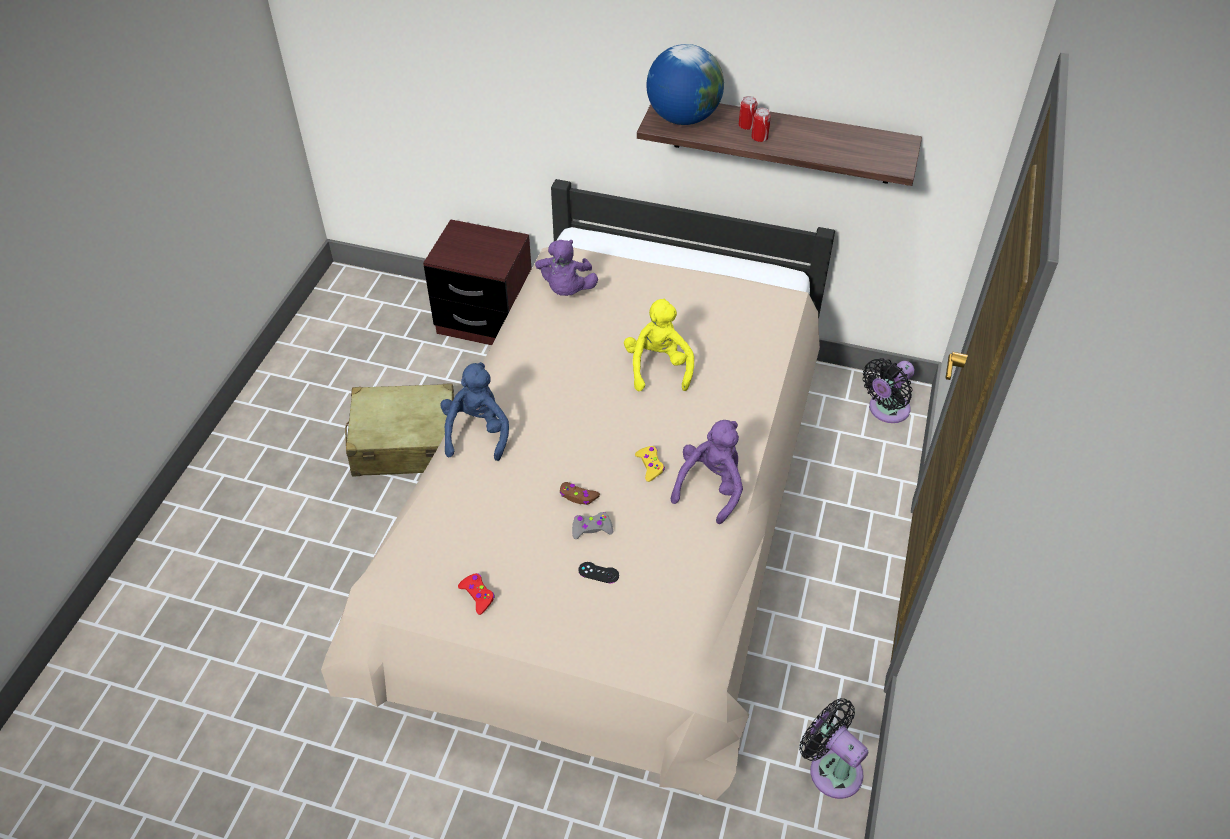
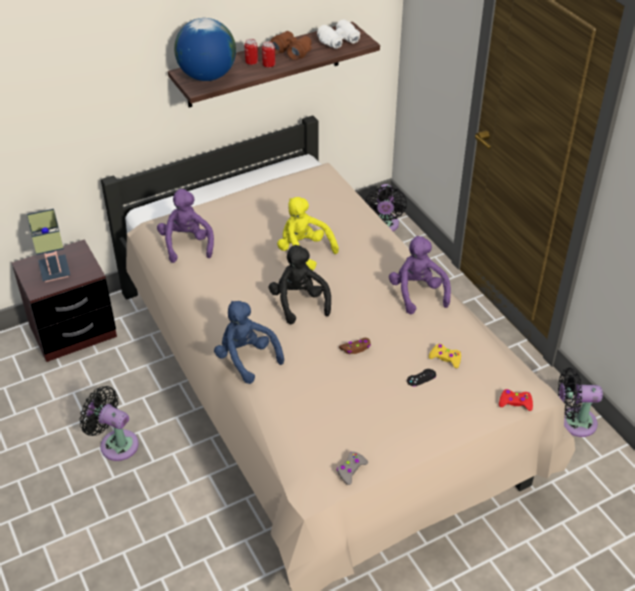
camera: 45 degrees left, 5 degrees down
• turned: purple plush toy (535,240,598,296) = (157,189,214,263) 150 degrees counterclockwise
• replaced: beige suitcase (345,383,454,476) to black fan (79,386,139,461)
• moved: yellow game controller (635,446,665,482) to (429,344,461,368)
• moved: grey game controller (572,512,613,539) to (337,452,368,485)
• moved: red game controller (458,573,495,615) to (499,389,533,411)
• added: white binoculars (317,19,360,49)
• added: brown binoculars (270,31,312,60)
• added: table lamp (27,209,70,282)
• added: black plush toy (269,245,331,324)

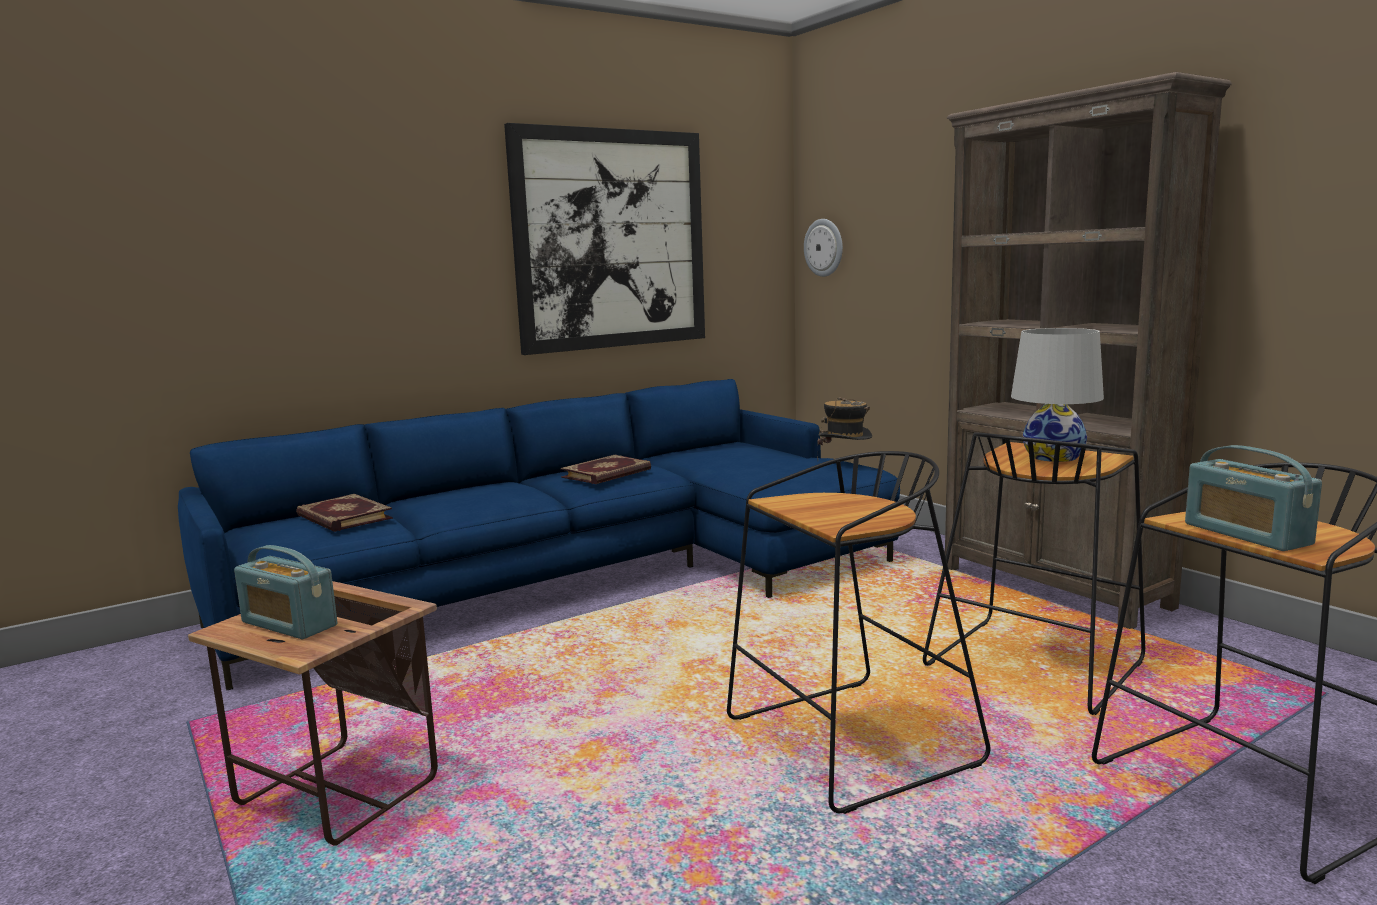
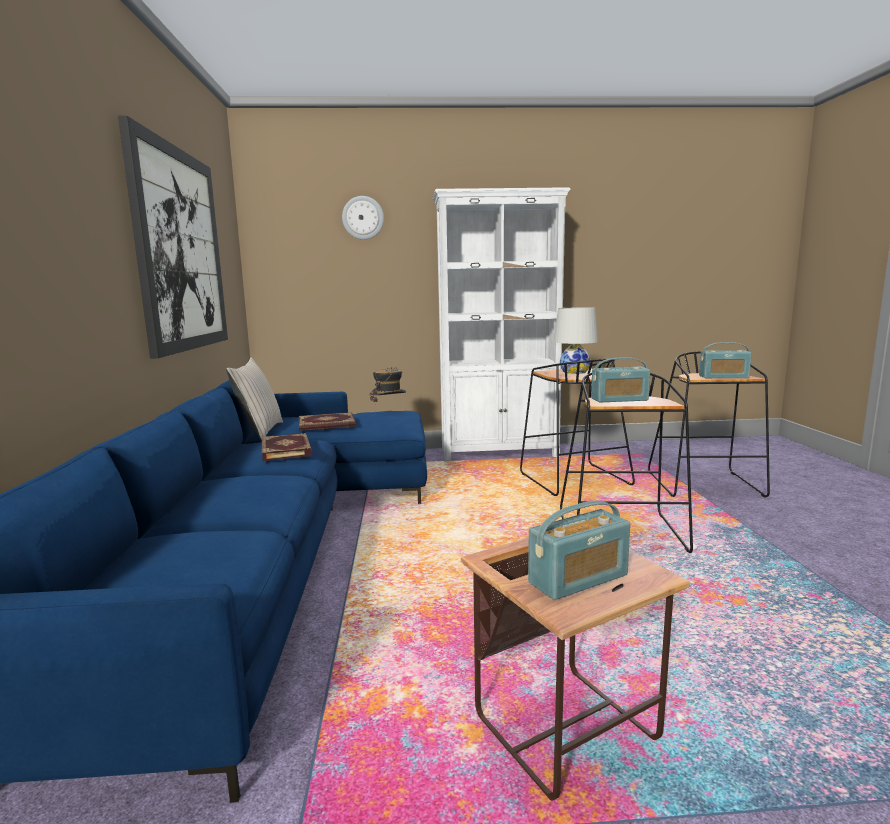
camera: 60 degrees left, 0 degrees up
• recoloured: brown bookcase (944,72,1232,629) to white bookcase (433,187,571,461)
• moved: wall clock (804,219,843,277) to (342,196,384,240)
• moved: book (296,494,393,532) to (299,412,356,431)
• added: beige pillow (226,357,283,441)
• added: radio (591,357,650,403)

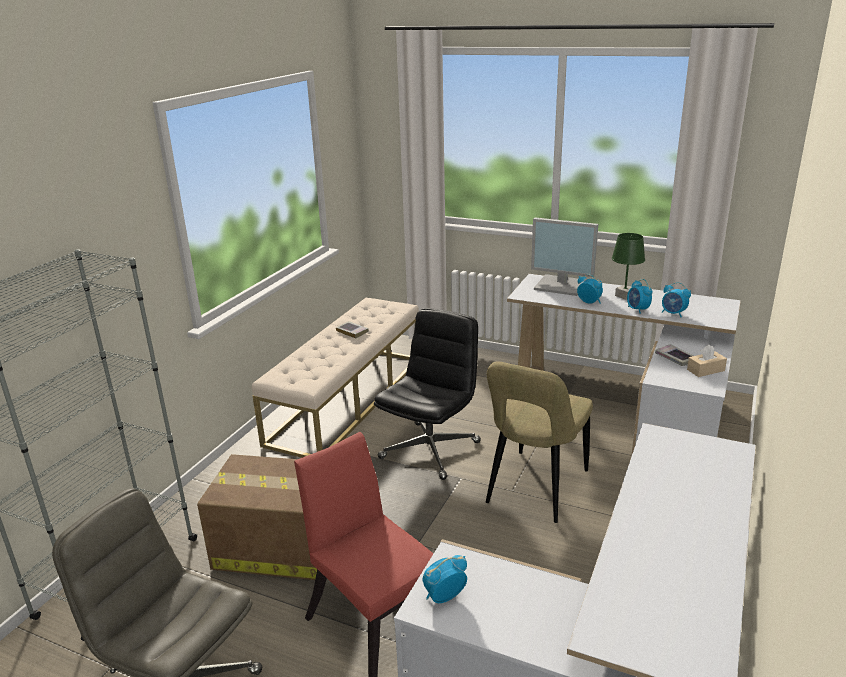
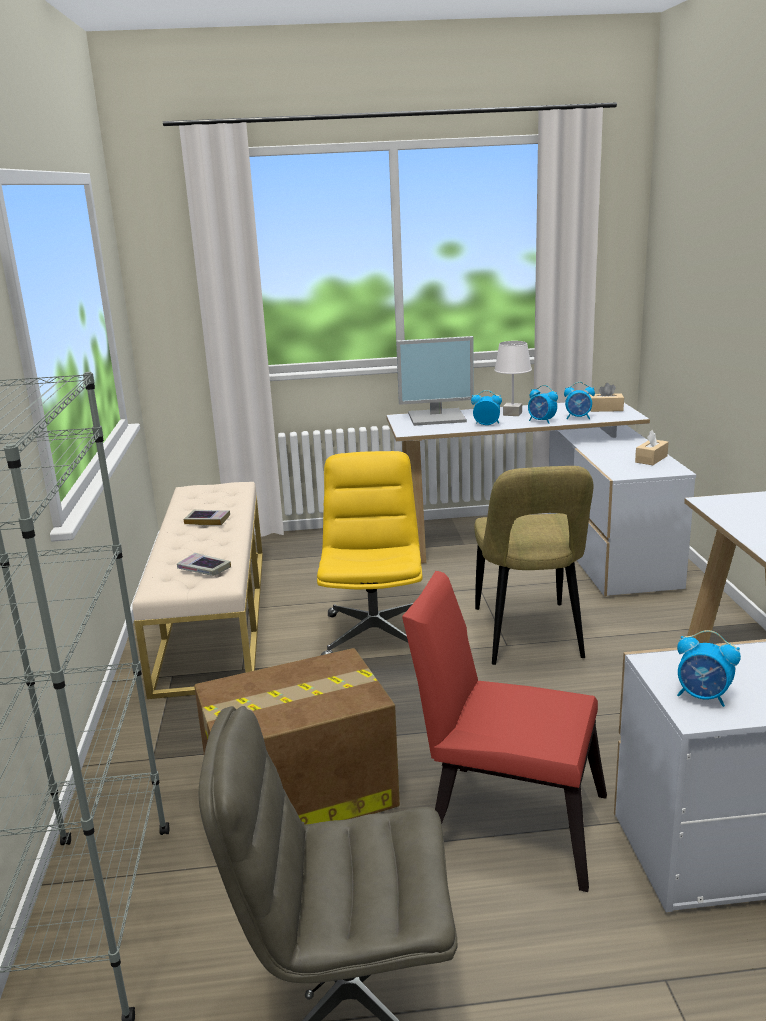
camera: 30 degrees left, 5 degrees down
• recoloured: green table lamp (612,233,645,300) to white table lamp (494,341,532,416)
• recoloured: black office chair (374,308,481,480) to yellow office chair (317,451,423,655)
• moved: book (655,344,693,366) to (177,553,231,576)
• turned: alarm clock (423,555,467,603) = (677,630,741,707) 90 degrees counterclockwise
• added: beige tissue box (589,383,624,412)

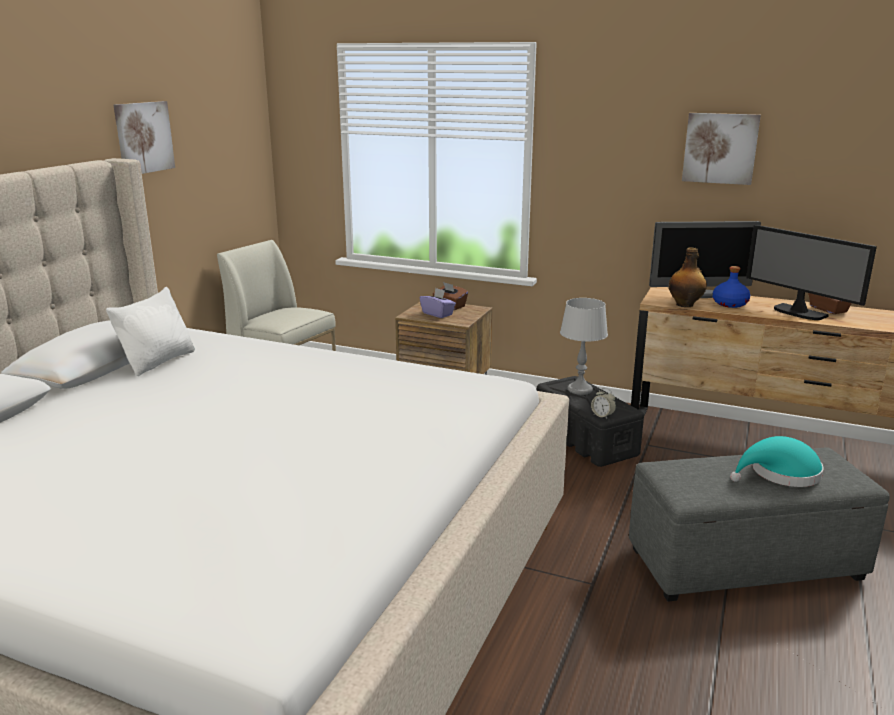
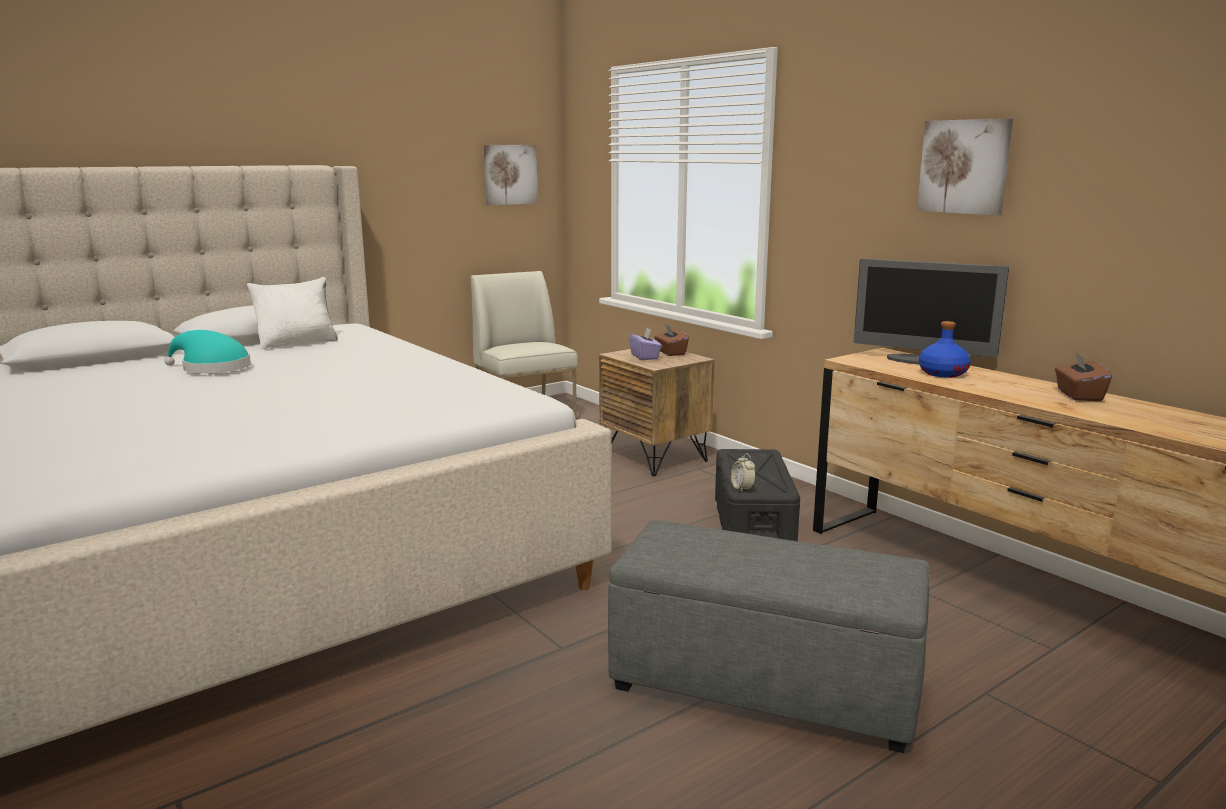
camera: 30 degrees right, 5 degrees down
• moved: picture (114,101,175,174) to (484,145,538,205)
• removed: monitor (746,225,877,320)
• removed: bottle (669,247,707,307)
• removed: grey table lamp (560,298,608,395)
• moved: turquoise hat (730,436,824,487) to (164,330,251,374)

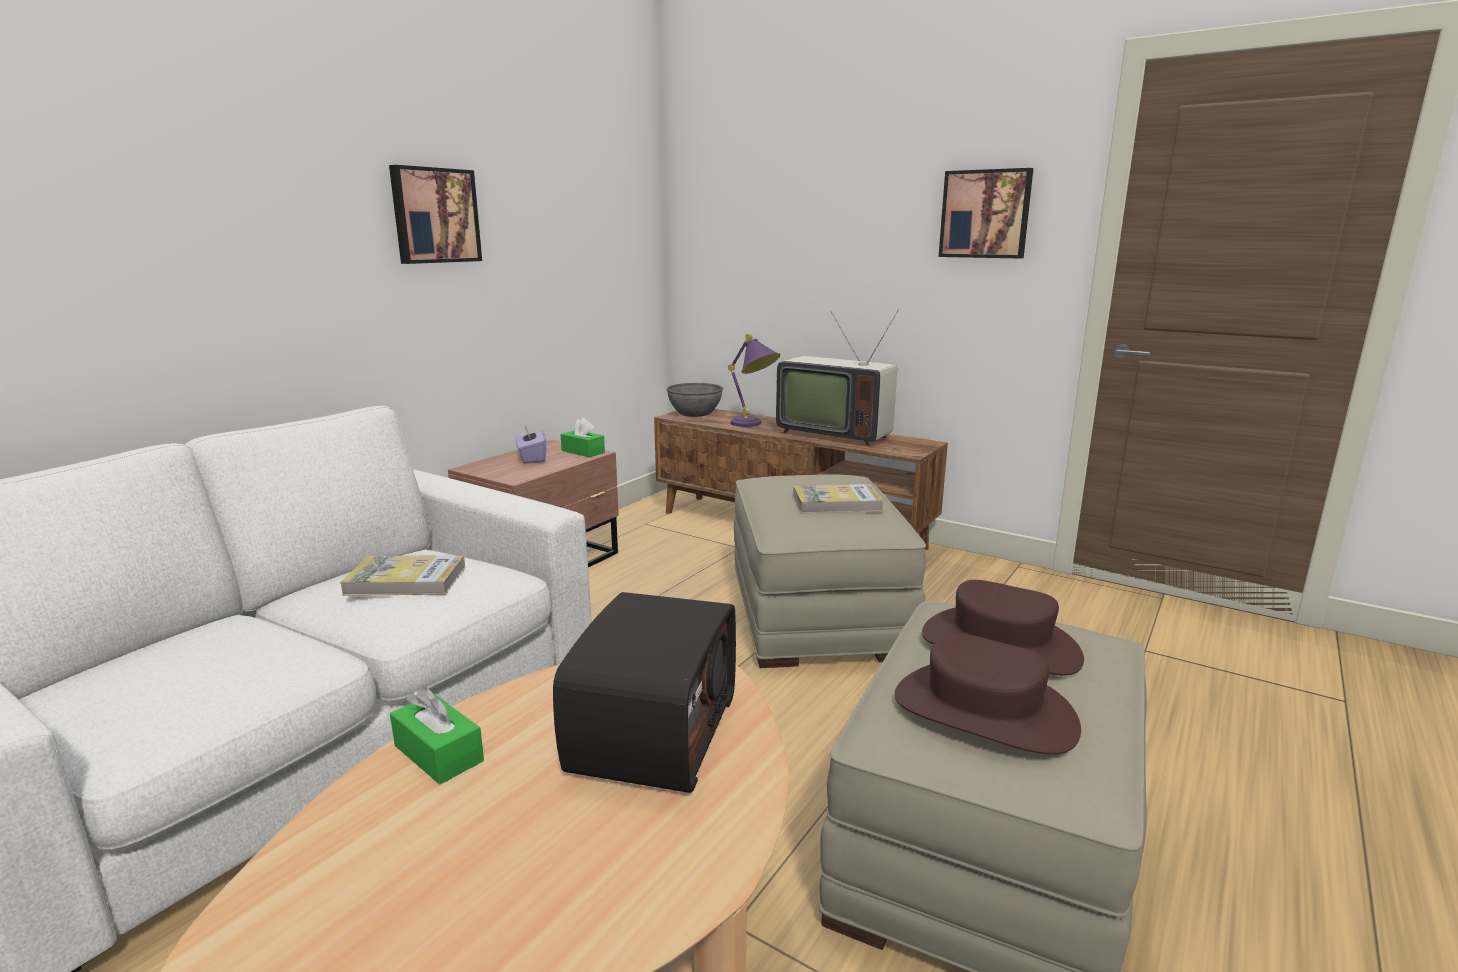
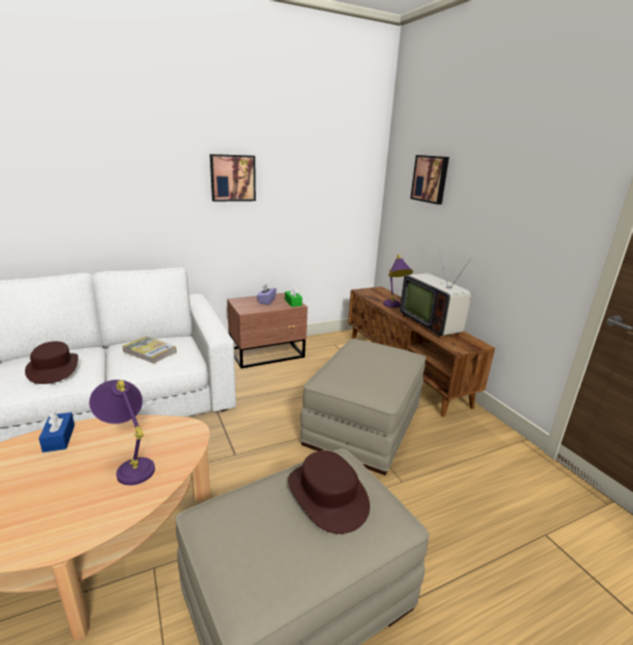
camera: 30 degrees right, 5 degrees up
• moved: picture (939,168,1033,259) to (410,155,449,204)
• removed: grey bowl (666,383,723,417)
• removed: book (793,484,884,513)
• replaced: radio (553,592,736,793) to purple table lamp (89,380,155,485)
• moved: brown hat (895,633,1081,755) to (25,341,78,384)
• recoloured: green tissue box (390,687,484,784) to blue tissue box (39,411,75,452)

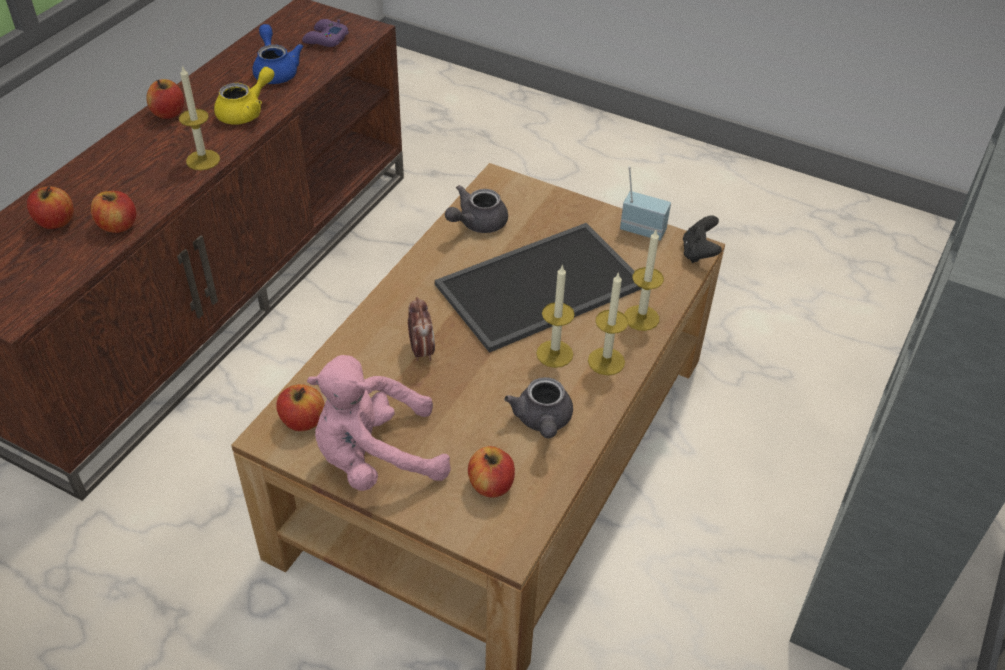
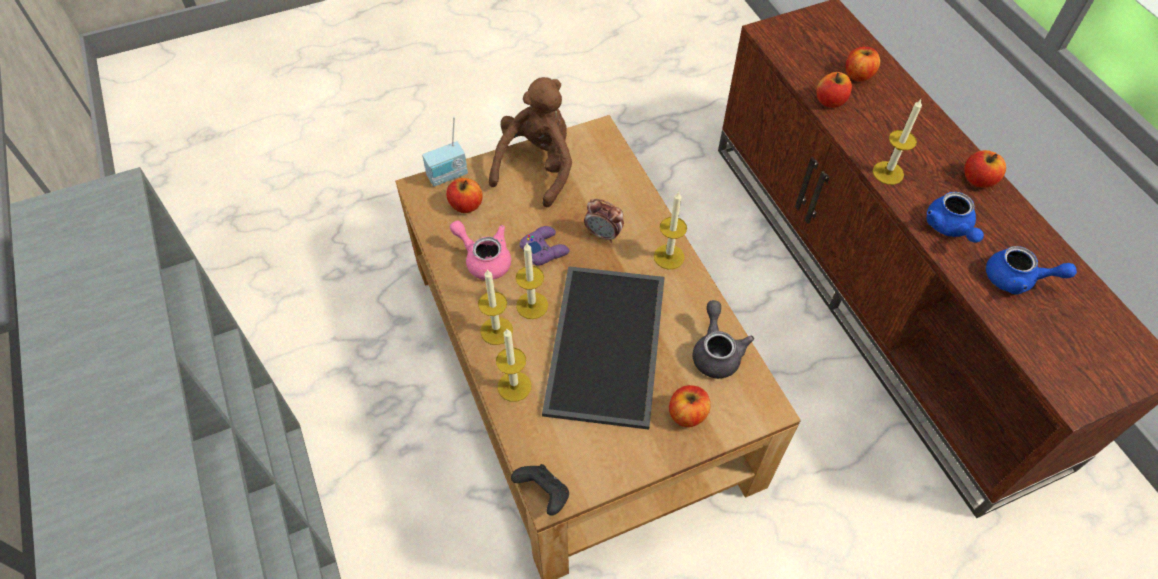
camera: 130 degrees right, 10 degrees up
• moved: purple game controller (302,19,349,47) to (519,226,570,266)
• recoloured: yellow teapot (214,67,274,125) to blue teapot (927,192,984,243)
• moved: radio (620,166,671,240) to (422,117,468,187)
• recoloured: pink plush toy (307,355,451,491) to brown plush toy (489,77,572,207)
• recoloured: grey teapot (504,377,573,438) to pink teapot (450,221,511,280)
• moved: apple (276,384,325,431) to (669,385,710,427)
• added: candle (654,191,687,269)

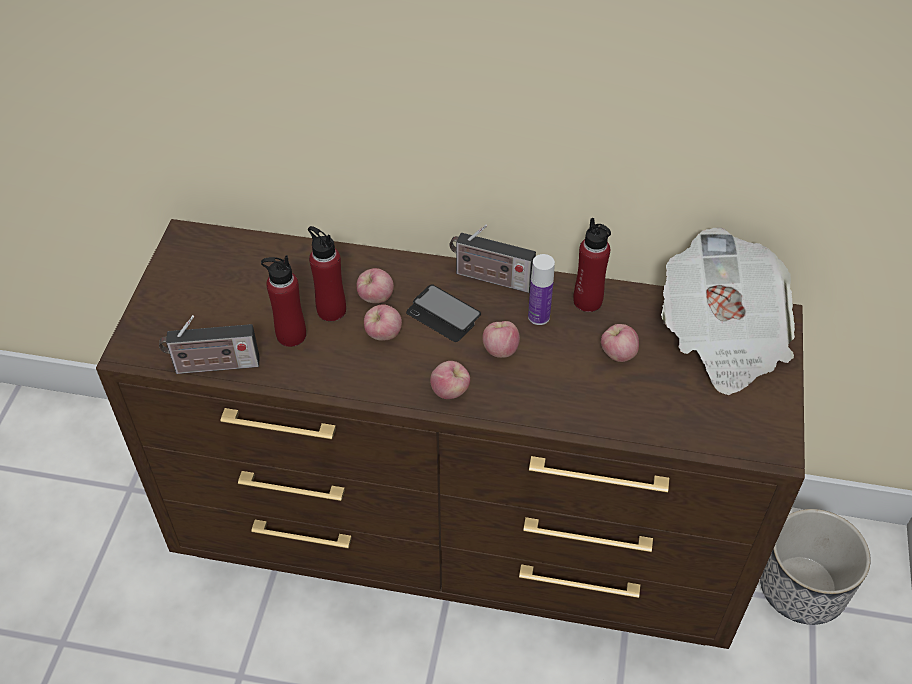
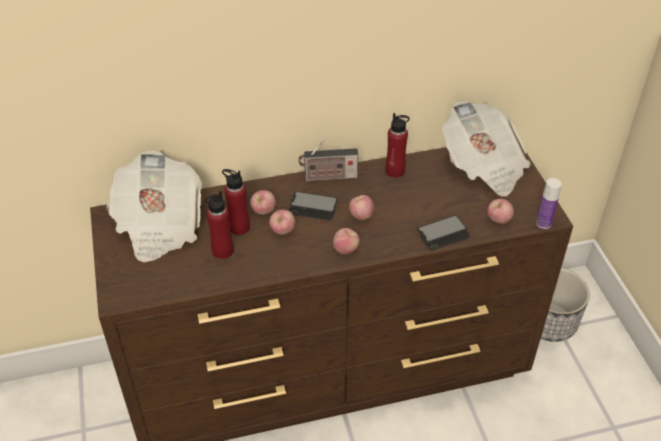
camera: 25 degrees left, 5 degrees down
• moved: bottle (528,254,555,325) to (536,178,562,229)
• removed: radio (159,315,259,374)
• moved: apple (601,324,639,362) to (487,199,514,224)
• added: newspaper (106,150,202,263)
• added: phone (417,215,470,251)

